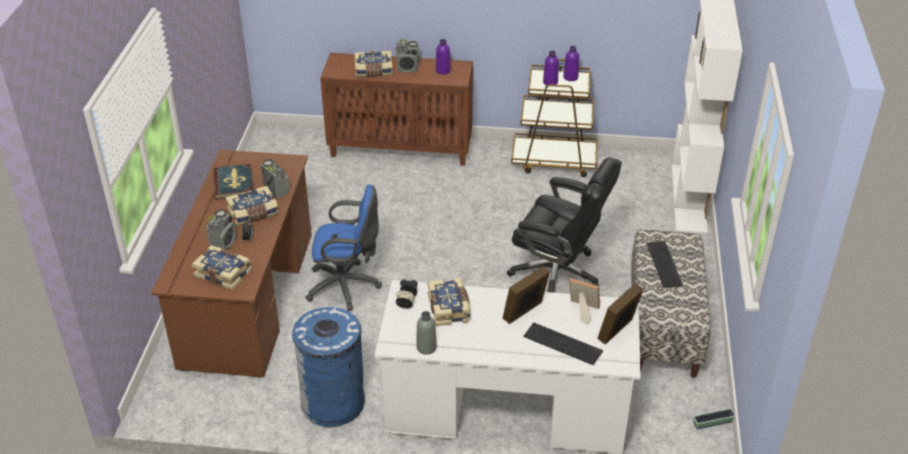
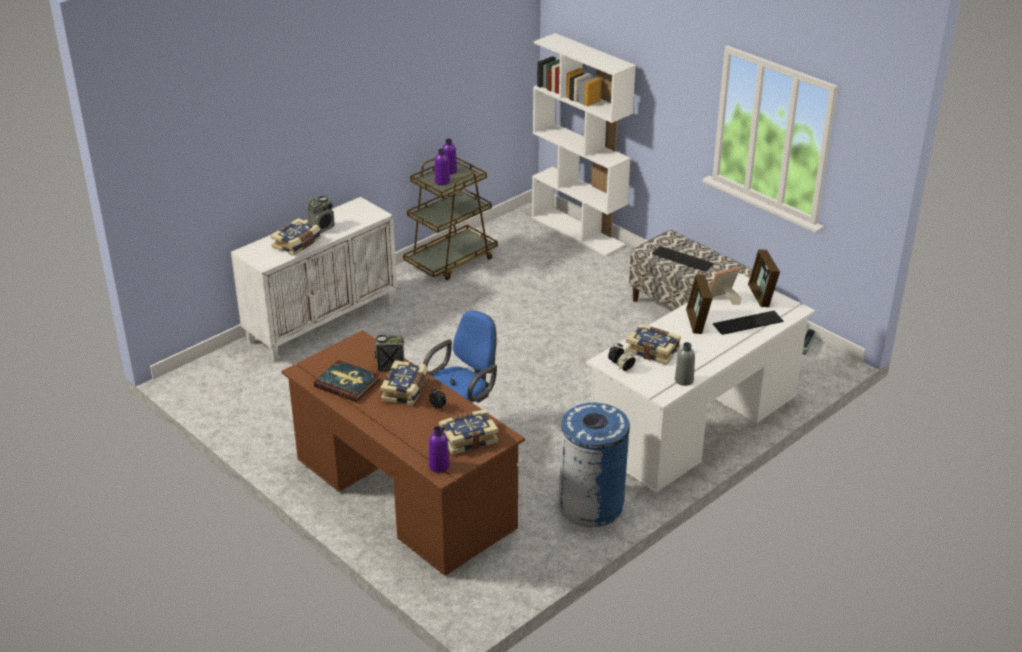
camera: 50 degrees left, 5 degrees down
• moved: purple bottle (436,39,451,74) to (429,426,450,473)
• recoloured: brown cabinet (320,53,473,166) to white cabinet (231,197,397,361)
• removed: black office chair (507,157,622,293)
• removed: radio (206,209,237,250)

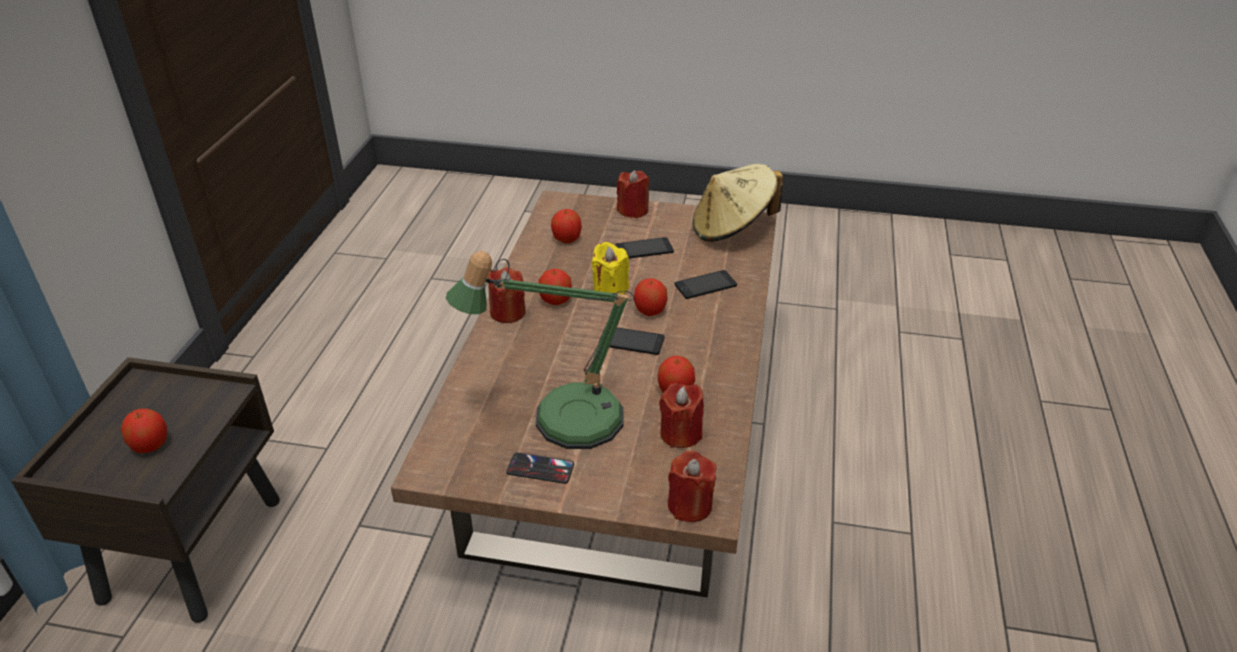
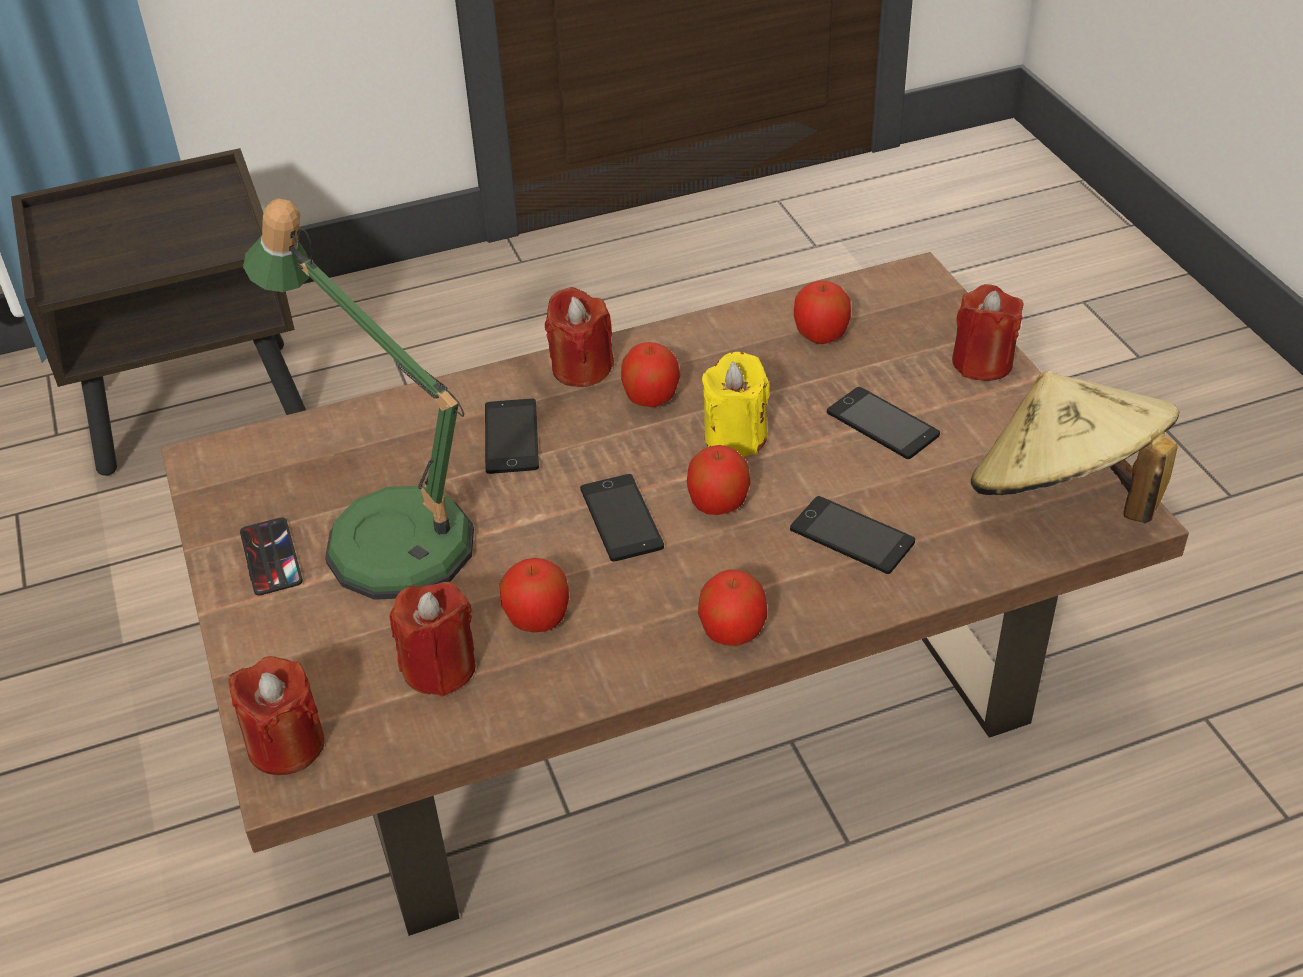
camera: 60 degrees right, 5 degrees up
• moved: apple (121,408,167,453) to (698,569,767,646)
• added: phone (485,399,539,474)

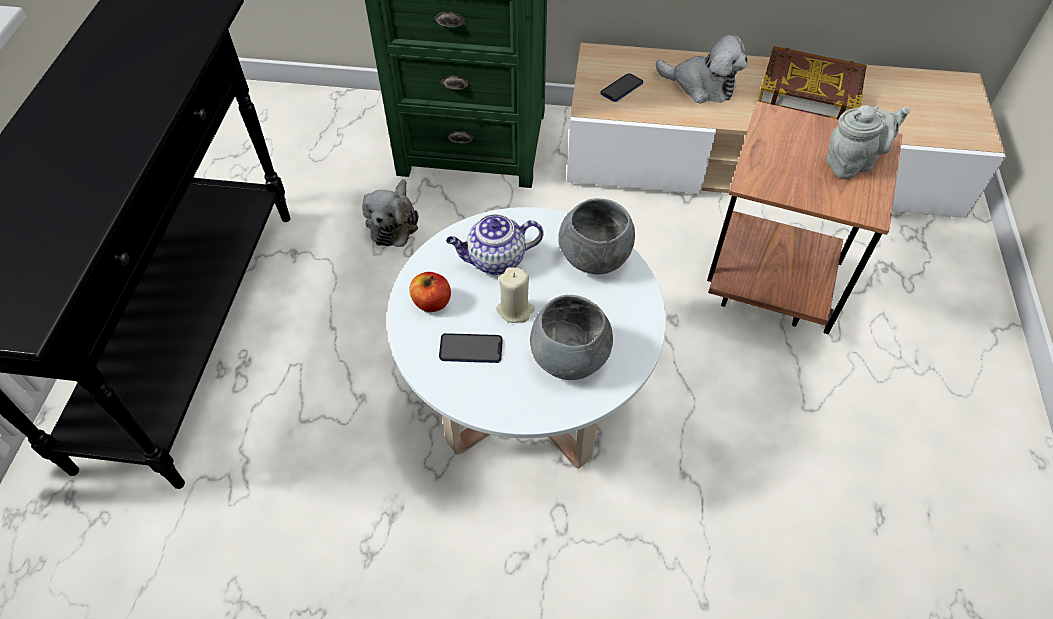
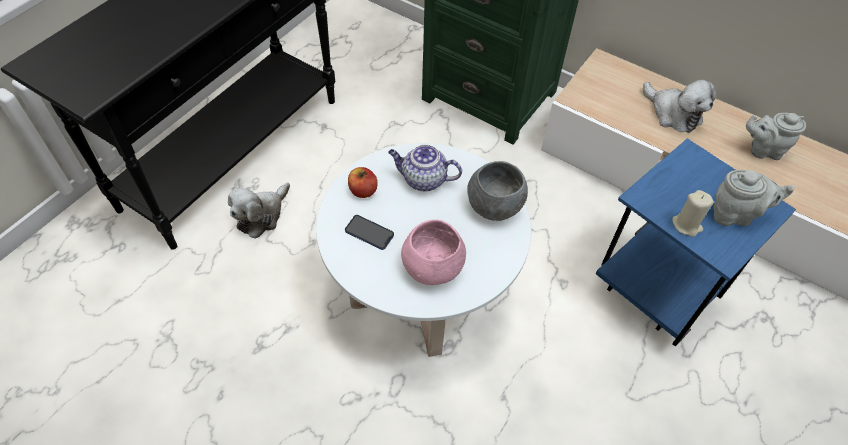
camera: 25 degrees right, 0 degrees up
• replaced: book (758,46,867,120) to grey teapot (746,113,806,160)
• removed: phone (600,73,643,102)
• recoloured: brown side table (707,101,902,334) to blue side table (596,138,796,347)
• moved: plush toy (362,179,418,247) to (228,182,290,239)
• moved: beige candle (496,267,535,323) to (672,190,714,237)
• recoloured: grey bowl (530,295,613,380) to pink bowl (401,220,466,285)

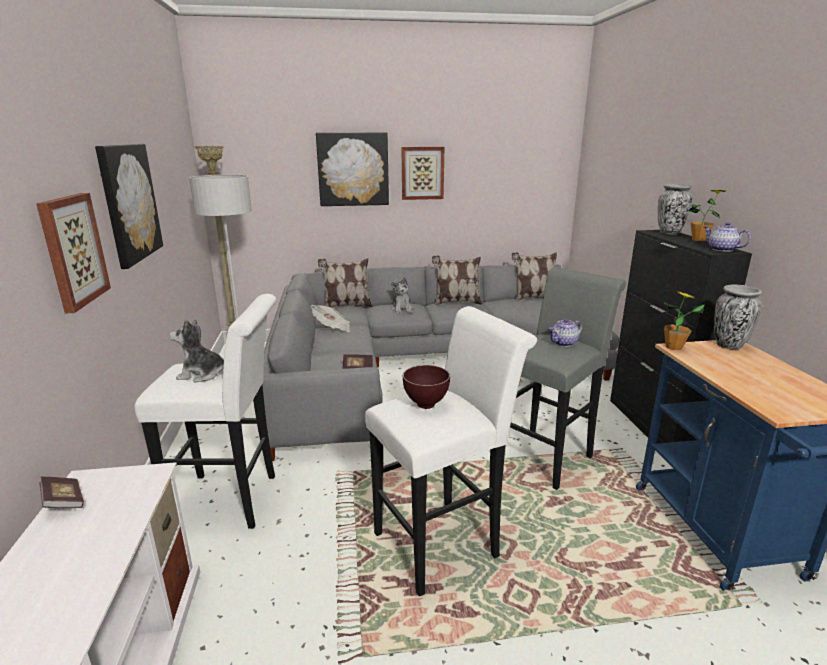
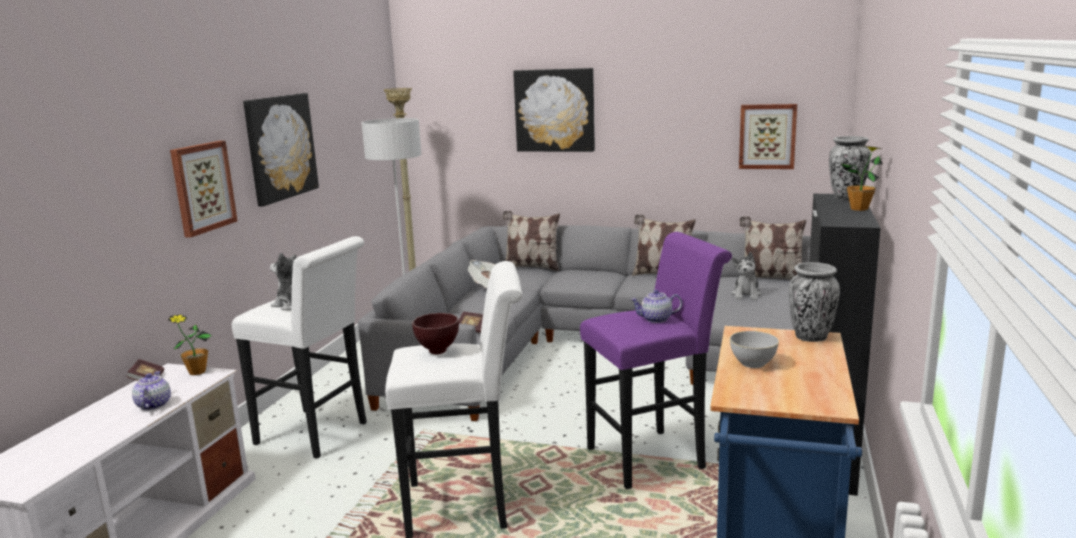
camera: 25 degrees right, 5 degrees down
• moved: picture (402,147,444,200) to (739,104,797,169)
• moved: teapot (704,222,751,252) to (132,371,171,410)
• recoloured: grey stool (510,267,626,490) to purple stool (580,232,732,489)
• moved: plush toy (391,277,413,314) to (732,252,762,300)
• moved: potted plant (664,291,705,350) to (168,314,212,375)
• added: grey bowl (730,331,779,368)

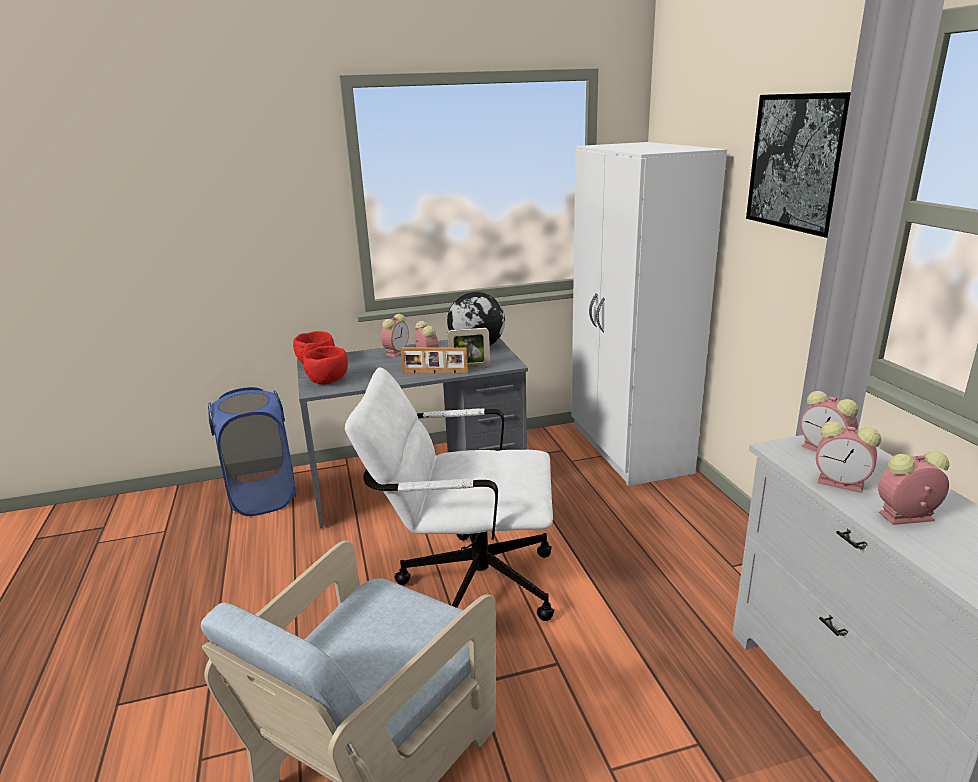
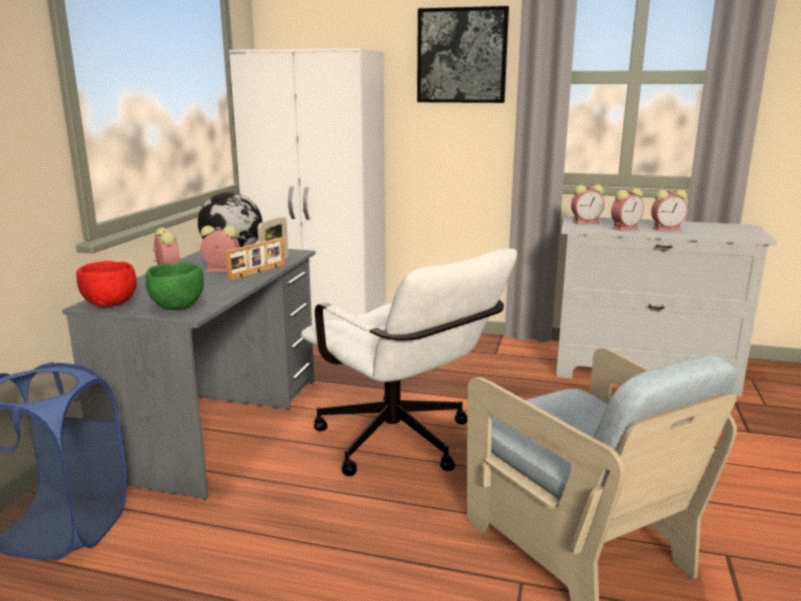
camera: 60 degrees left, 5 degrees down
• recoloured: red bowl (303,346,348,385) to green bowl (146,262,204,310)
• turned: white office chair (345,367,554,621) = (301,248,517,476) 75 degrees counterclockwise
• turned: alarm clock (878,451,949,525) = (651,190,688,231) 120 degrees counterclockwise

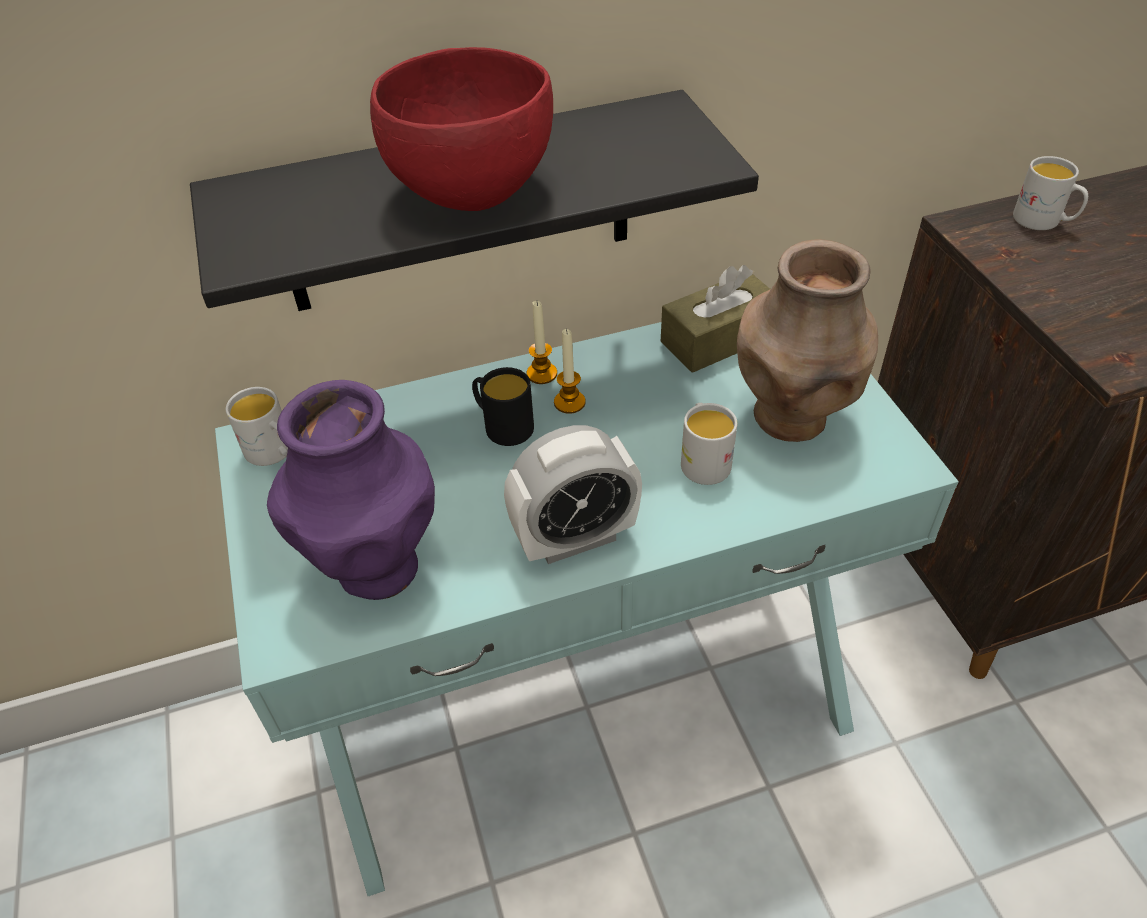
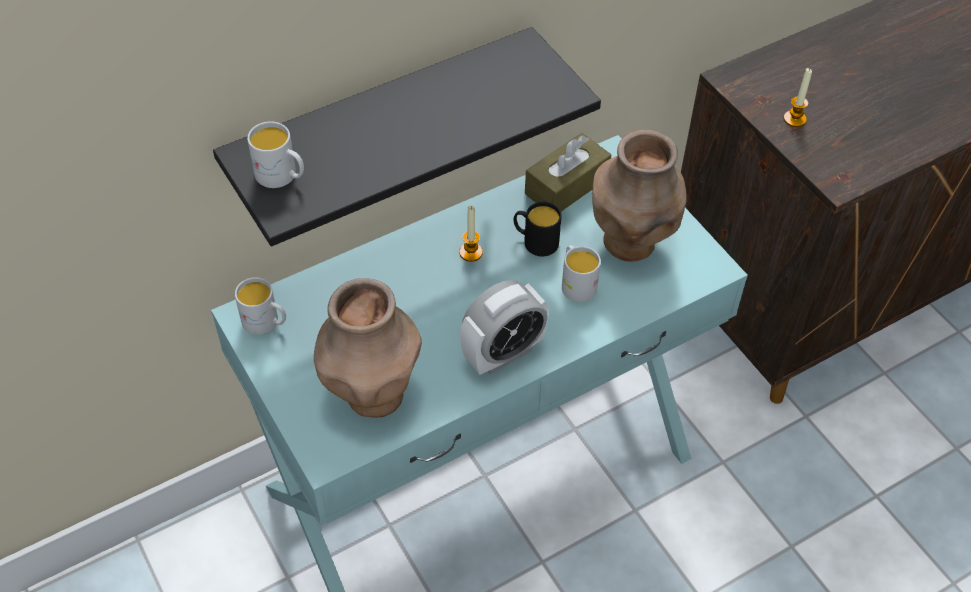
camera: 15 degrees left, 5 degrees up
• removed: red bowl (370,47,553,211)
• moved: white mug (1013,156,1088,230) to (247,121,304,188)
• moved: candle (527,301,557,384) to (784,68,812,127)
• moved: black mug (472,367,534,446) to (514,202,562,256)
• recoloured: purple vase (267,380,435,600) to brown vase (314,278,422,418)

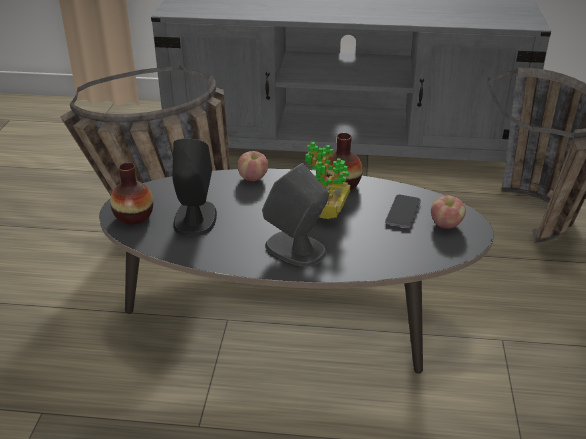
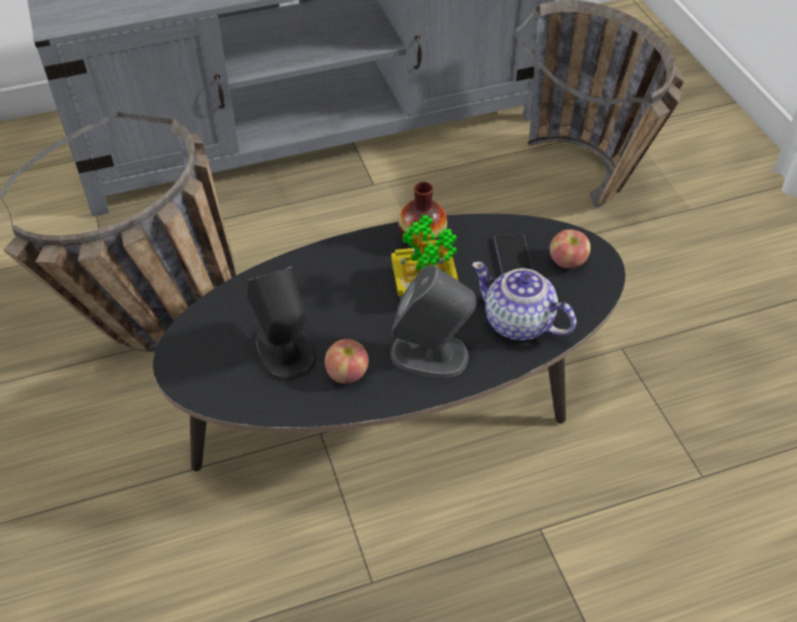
camera: 25 degrees left, 15 degrees up
• moved: apple (238,151,268,181) to (325,339,369,384)
• removed: vase (110,163,153,225)
• added: teapot (472,262,577,341)

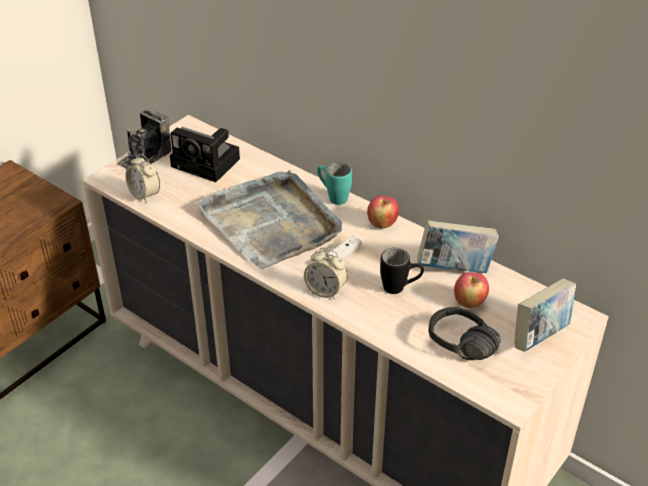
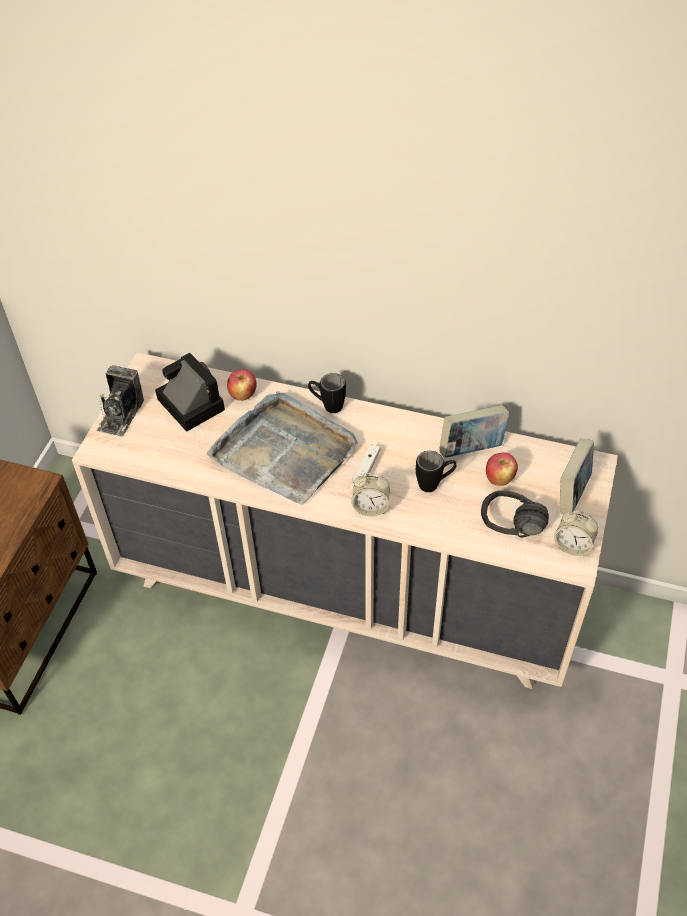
camera: 20 degrees left, 10 degrees up
• turned: photo camera (170,127,240,182) = (155,353,225,432) 135 degrees counterclockwise
• moved: alarm clock (126,154,160,203) to (554,510,599,556)
• recoloured: turquoise mug (317,162,352,205) to black mug (308,373,346,413)
• moved: apple (367,196,399,229) to (227,370,257,401)

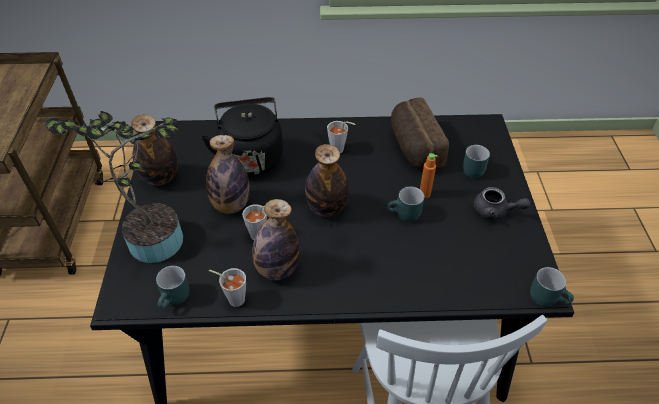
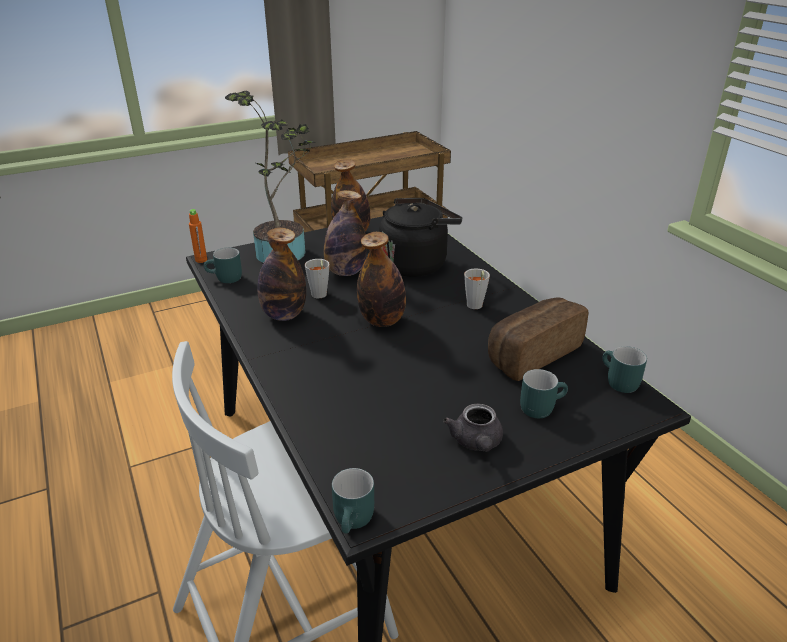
camera: 65 degrees right, 15 degrees down
• moved: orange bottle (420,153,437,198) to (189,209,207,263)
• moved: turquoise mug (387,186,424,222) to (602,346,647,393)
• removed: grey cup (209,268,246,307)

